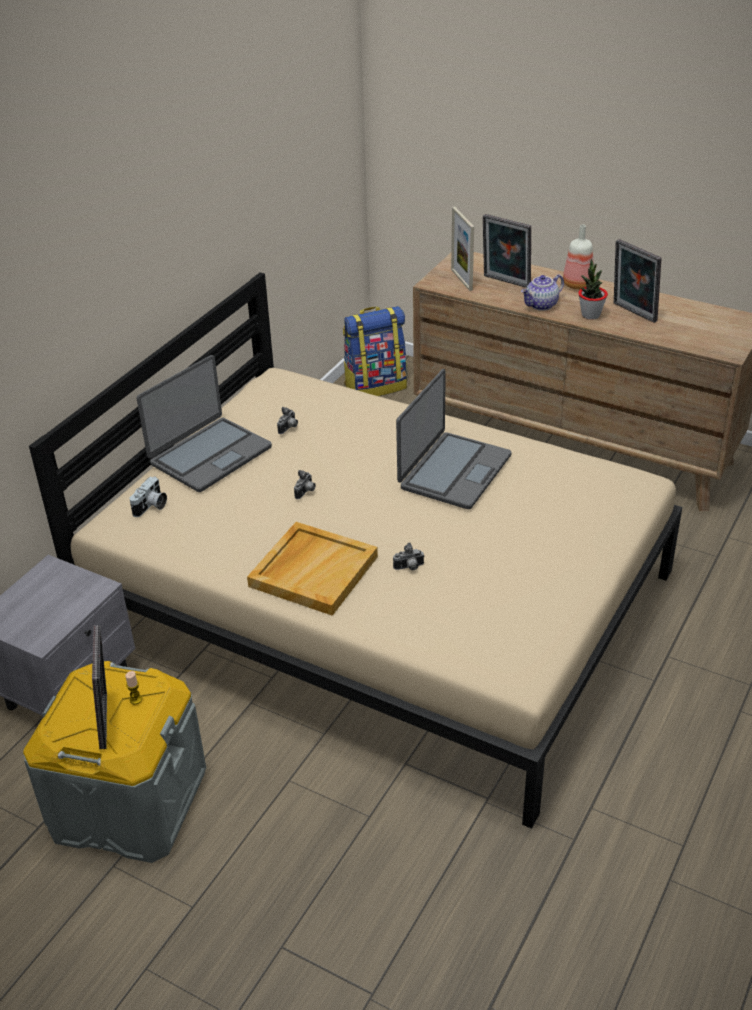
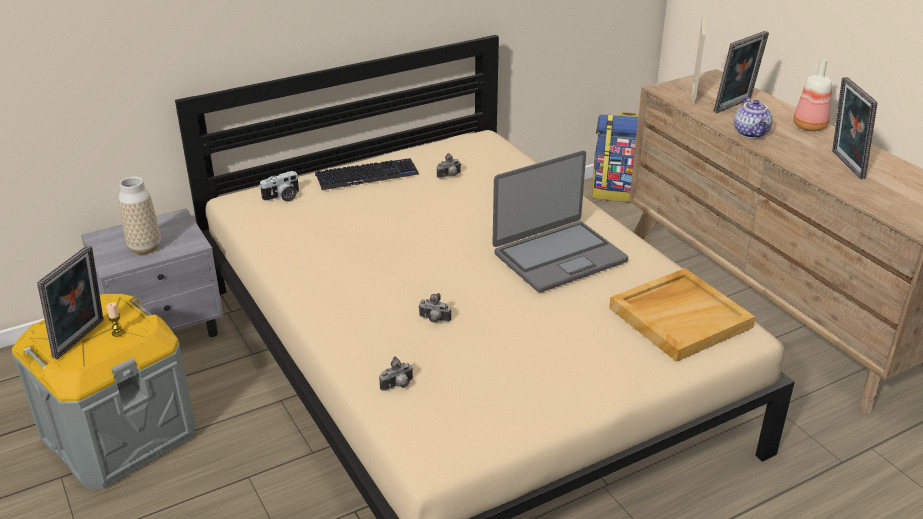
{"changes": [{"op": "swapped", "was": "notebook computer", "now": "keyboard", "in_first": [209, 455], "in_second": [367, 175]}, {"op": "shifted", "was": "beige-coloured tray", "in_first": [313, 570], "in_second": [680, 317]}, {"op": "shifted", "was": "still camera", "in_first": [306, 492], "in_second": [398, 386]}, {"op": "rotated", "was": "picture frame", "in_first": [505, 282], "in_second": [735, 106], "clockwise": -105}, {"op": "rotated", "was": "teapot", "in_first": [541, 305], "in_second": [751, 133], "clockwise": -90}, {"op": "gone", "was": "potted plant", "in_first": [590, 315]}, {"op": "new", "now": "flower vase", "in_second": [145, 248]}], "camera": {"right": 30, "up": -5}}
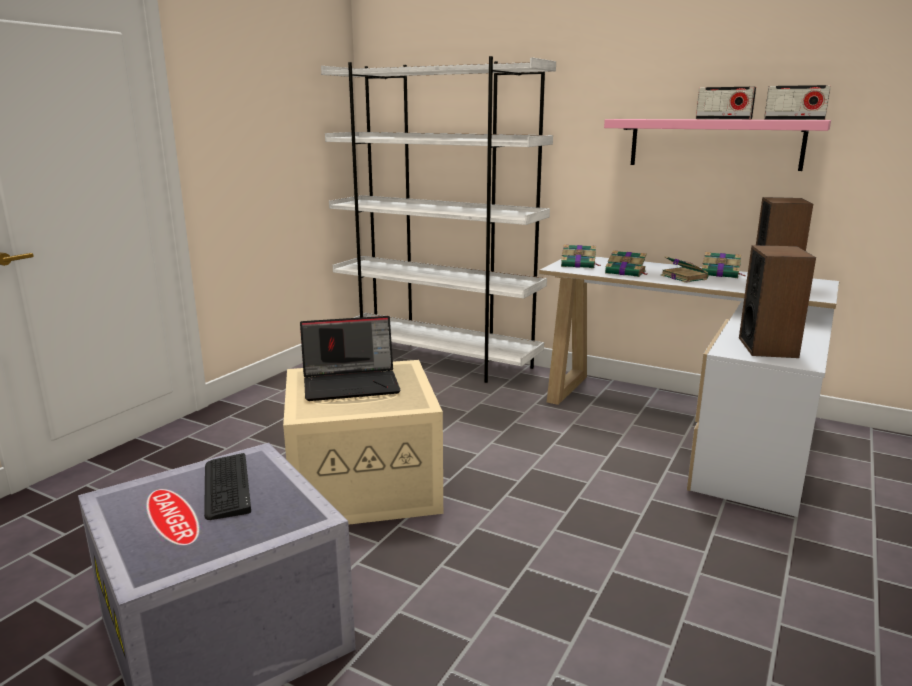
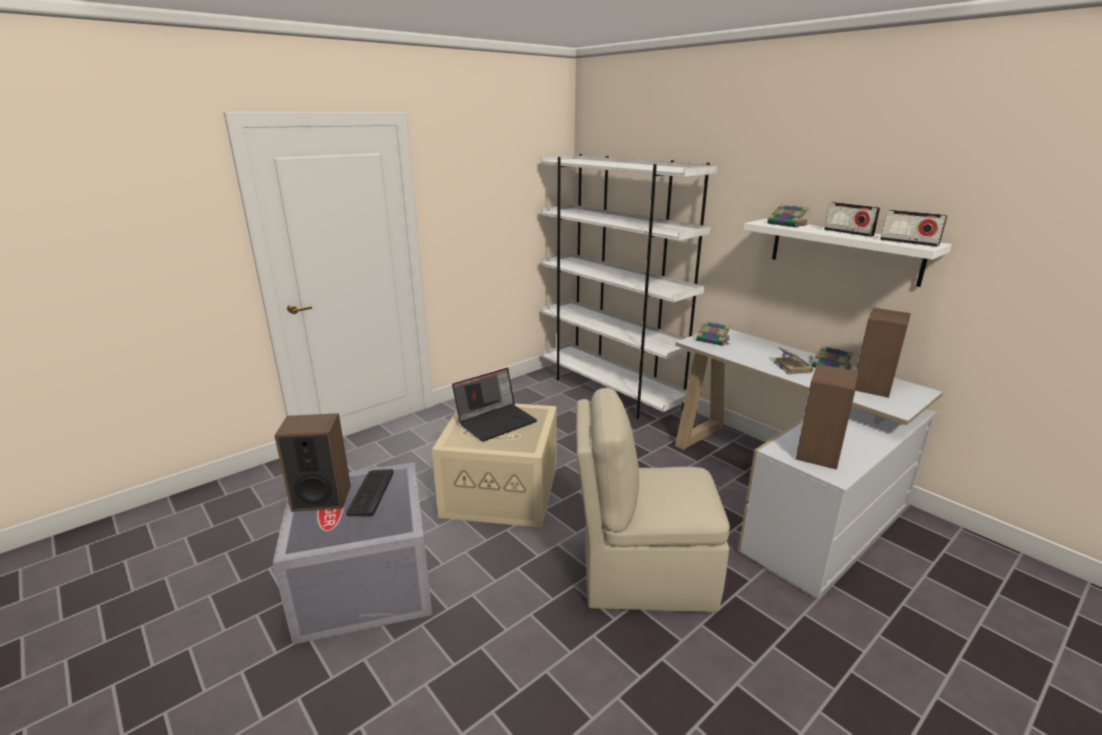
{"changes": [{"op": "rotated", "was": "notebook computer", "in_first": [352, 384], "in_second": [496, 421], "clockwise": -45}, {"op": "repainted", "was": "pink wall shelf", "now": "white-coloured wall shelf", "in_first": [714, 143], "in_second": [844, 251]}, {"op": "shifted", "was": "volume", "in_first": [626, 272], "in_second": [787, 224]}, {"op": "new", "now": "speaker", "in_second": [321, 498]}, {"op": "new", "now": "beige-coloured plain chair", "in_second": [643, 574]}], "camera": {"right": 20, "up": 5}}
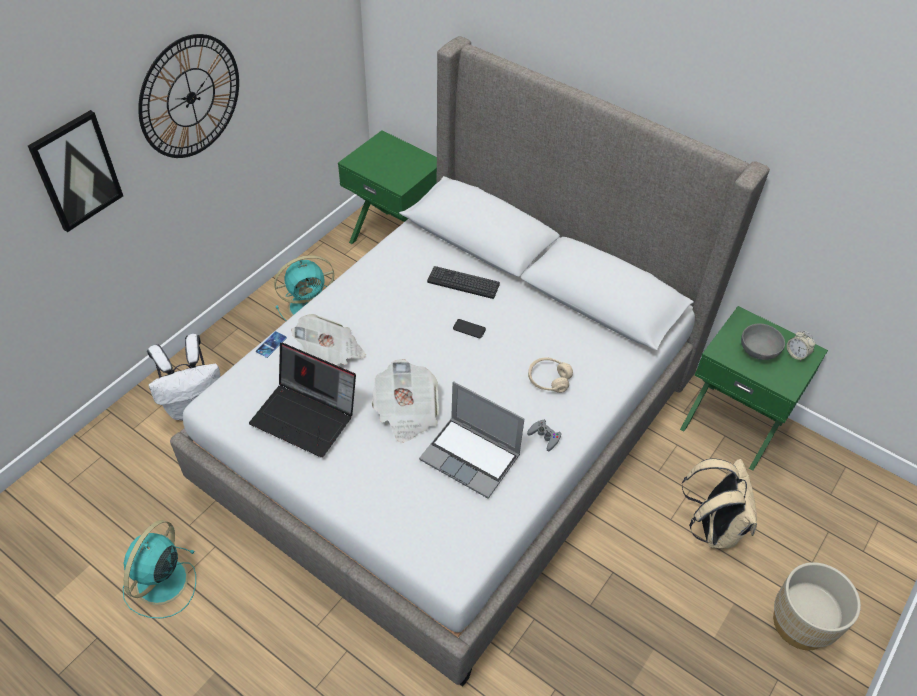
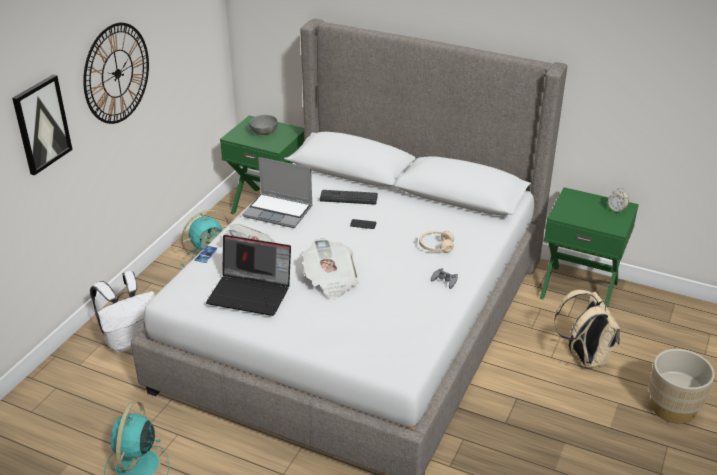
{"changes": [{"op": "shifted", "was": "notebook computer", "in_first": [471, 457], "in_second": [279, 211]}, {"op": "shifted", "was": "gray serving bowl", "in_first": [758, 352], "in_second": [264, 133]}], "camera": {"right": -10, "up": -15}}
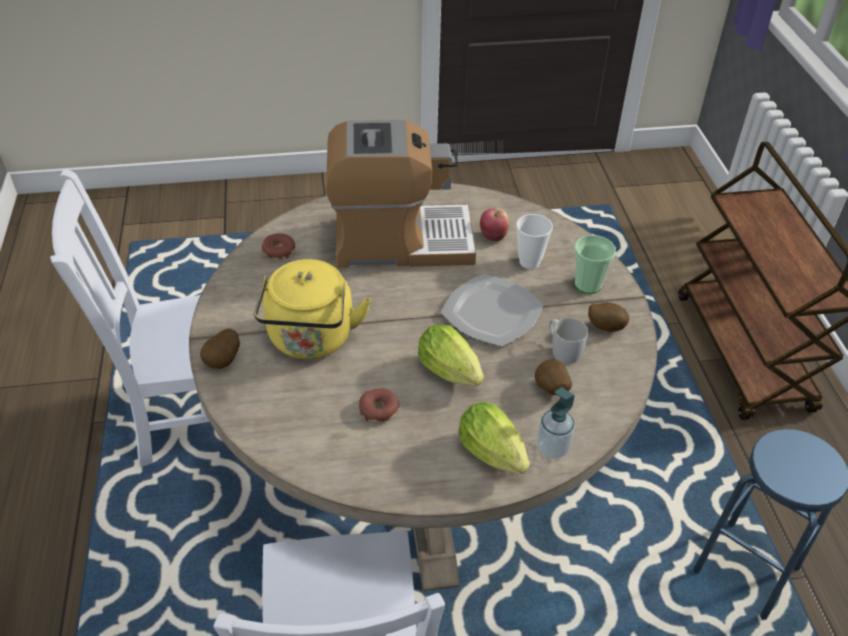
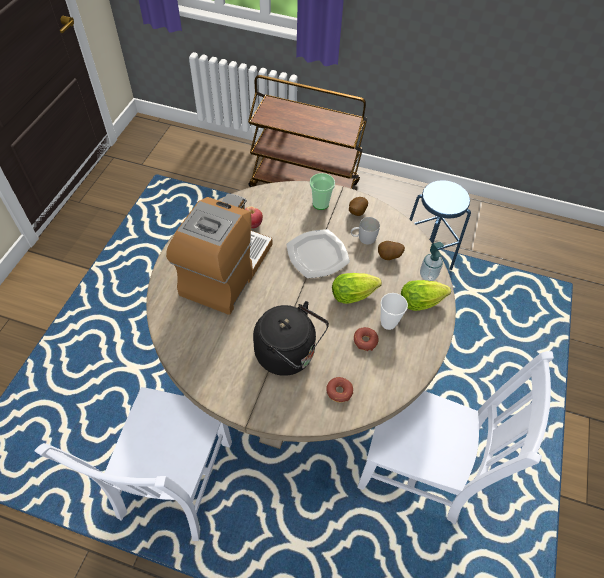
{"changes": [{"op": "gone", "was": "potato", "in_first": [224, 361]}, {"op": "repainted", "was": "yellow water kettle", "now": "blackish water kettle", "in_first": [311, 340], "in_second": [289, 354]}, {"op": "shifted", "was": "donut", "in_first": [279, 250], "in_second": [339, 391]}, {"op": "shifted", "was": "cup", "in_first": [529, 262], "in_second": [388, 323]}], "camera": {"right": -65, "up": 10}}
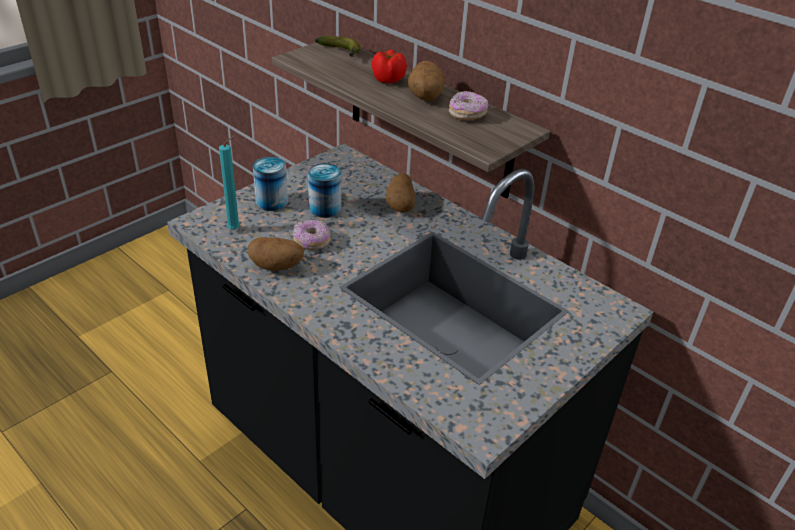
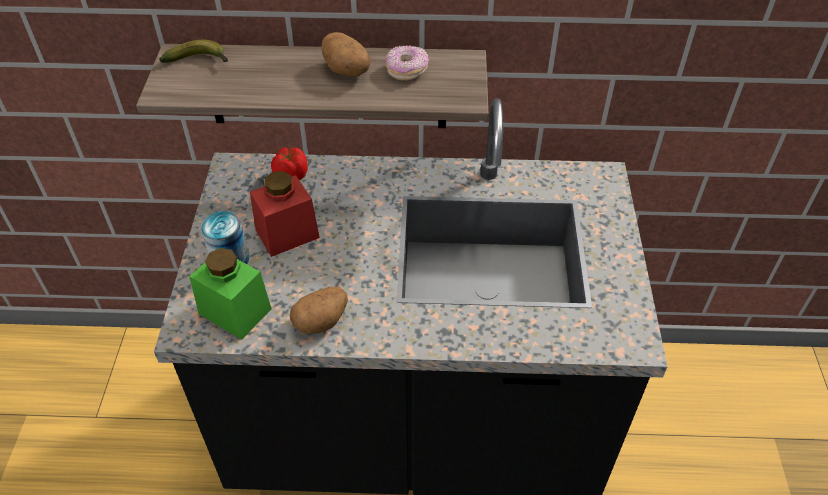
{"changes": [{"op": "swapped", "was": "blue-green candle", "now": "green-coloured jar", "in_first": [236, 229], "in_second": [235, 311]}, {"op": "gone", "was": "donut", "in_first": [311, 242]}, {"op": "swapped", "was": "metal can", "now": "reddish jar", "in_first": [325, 208], "in_second": [287, 233]}, {"op": "shifted", "was": "tomato", "in_first": [387, 79], "in_second": [290, 175]}, {"op": "gone", "was": "potato", "in_first": [400, 204]}], "camera": {"right": -40, "up": 10}}
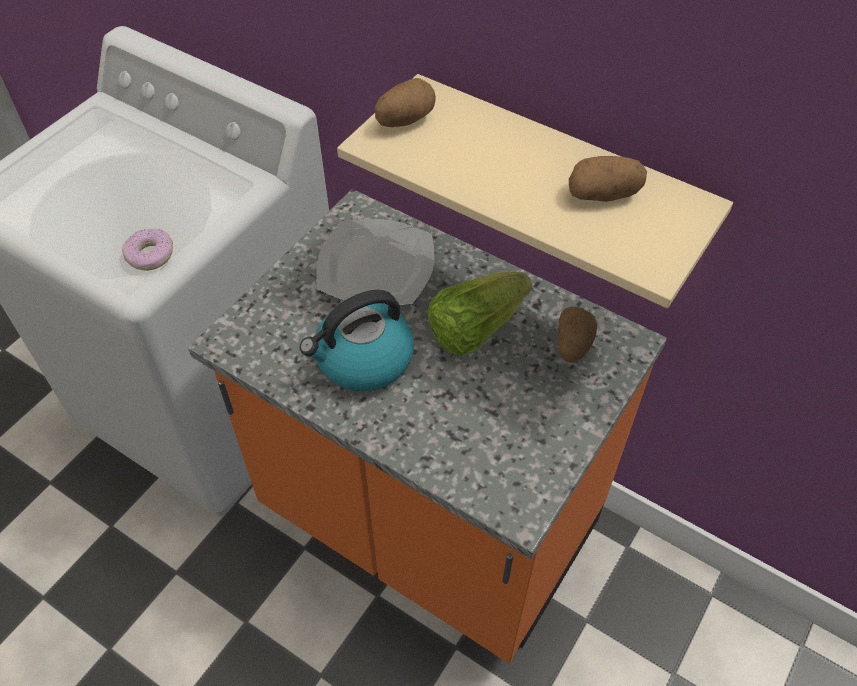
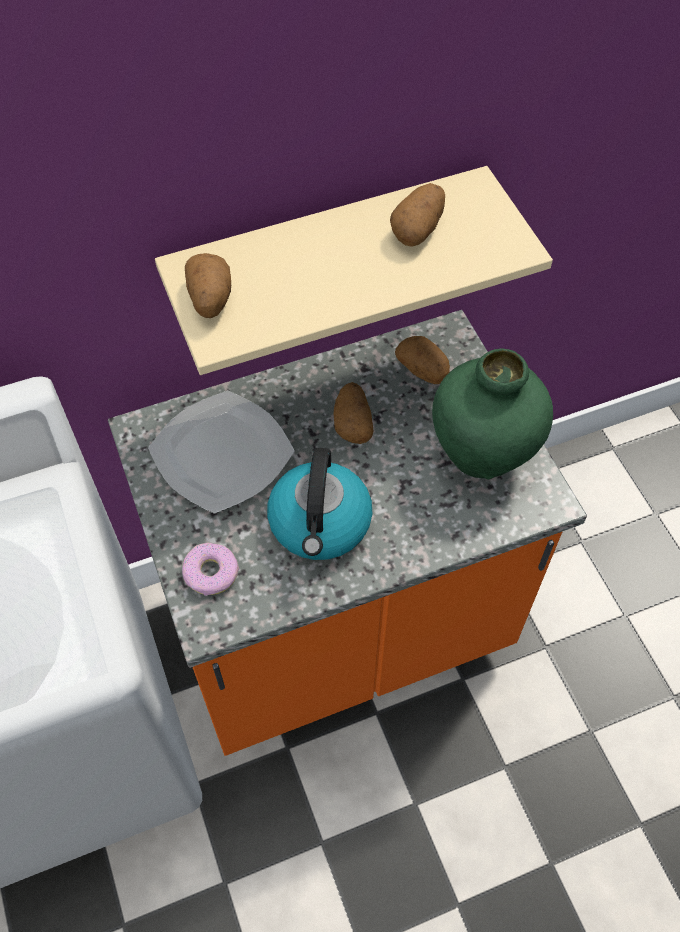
{"changes": [{"op": "shifted", "was": "donut", "in_first": [150, 255], "in_second": [211, 573]}, {"op": "swapped", "was": "lettuce", "now": "potato", "in_first": [475, 328], "in_second": [353, 423]}, {"op": "new", "now": "green-coloured flower vase", "in_second": [482, 455]}], "camera": {"right": -55, "up": 5}}
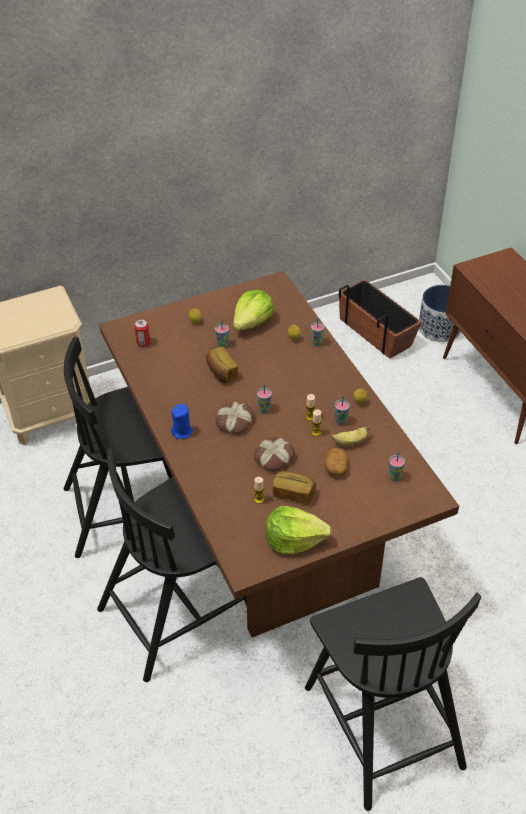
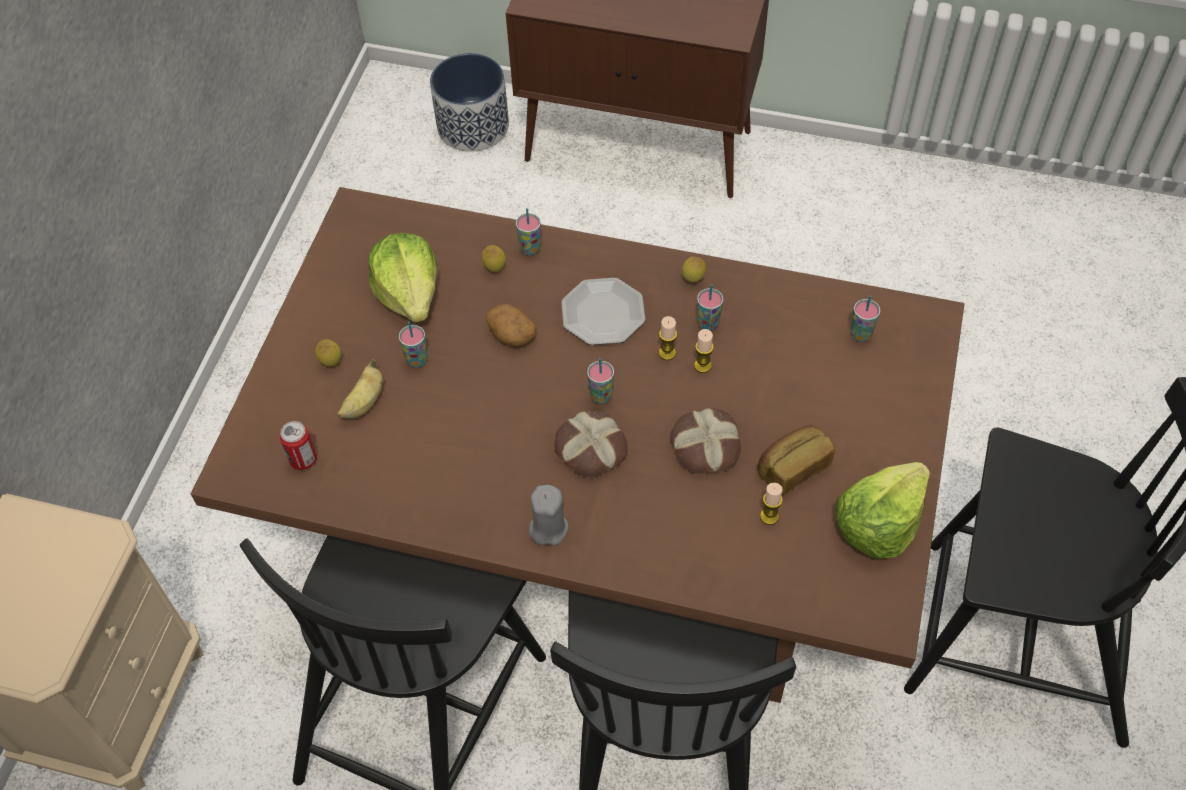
{"changes": [{"op": "repainted", "was": "bluish candle", "now": "gray candle", "in_first": [182, 431], "in_second": [548, 528]}, {"op": "gone", "was": "bread", "in_first": [221, 372]}, {"op": "shifted", "was": "potato", "in_first": [335, 467], "in_second": [511, 334]}, {"op": "shifted", "was": "banana fruit", "in_first": [350, 442], "in_second": [364, 403]}, {"op": "gone", "was": "planter", "in_first": [376, 332]}, {"op": "new", "now": "plate", "in_second": [604, 313]}], "camera": {"right": -50, "up": 10}}
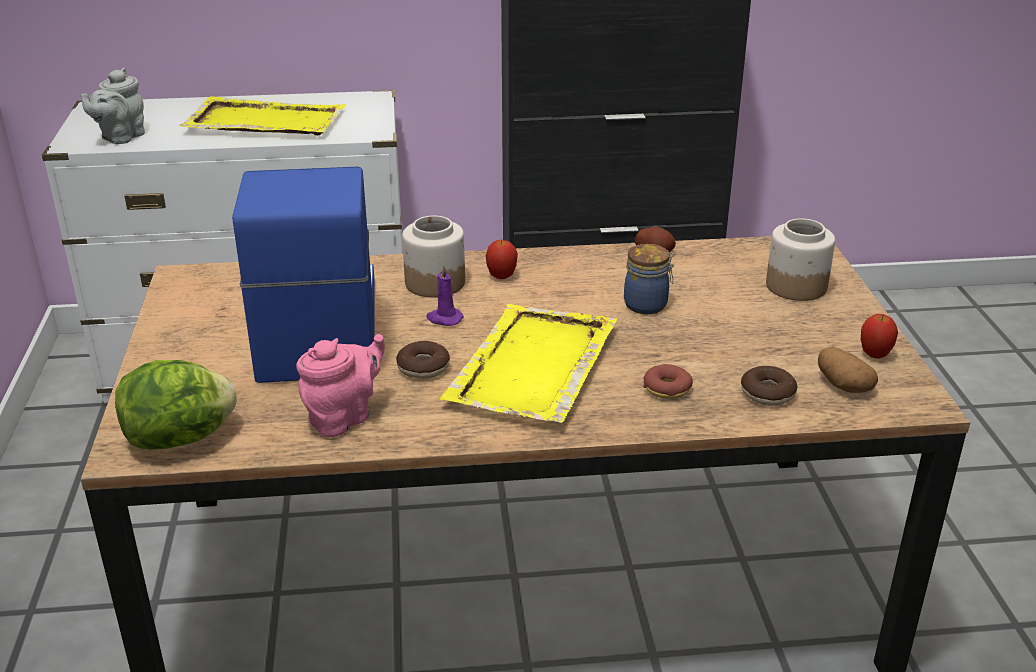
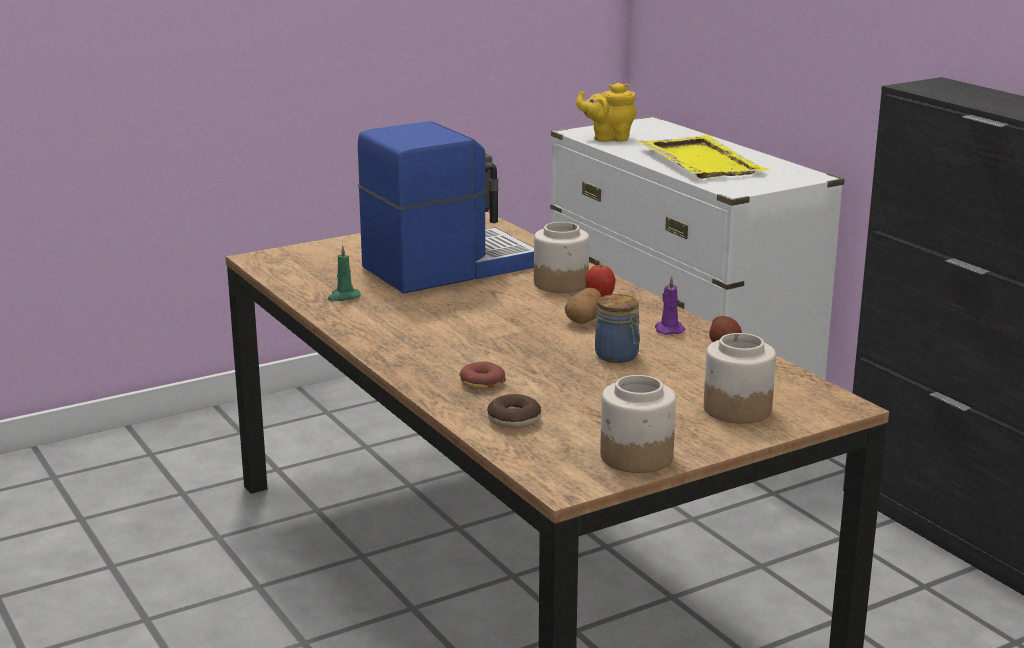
{"changes": [{"op": "repainted", "was": "gray teapot", "now": "yellow teapot", "in_first": [120, 137], "in_second": [608, 138]}, {"op": "gone", "was": "lettuce", "in_first": [181, 439]}, {"op": "swapped", "was": "pink teapot", "now": "green-coloured candle", "in_first": [344, 417], "in_second": [343, 297]}, {"op": "gone", "was": "donut", "in_first": [423, 367]}, {"op": "shifted", "was": "purple candle", "in_first": [444, 319], "in_second": [668, 329]}, {"op": "gone", "was": "yellow tray", "in_first": [531, 368]}, {"op": "shifted", "was": "potato", "in_first": [842, 385], "in_second": [584, 320]}, {"op": "swapped", "was": "whole apple", "now": "jar", "in_first": [874, 355], "in_second": [636, 457]}], "camera": {"right": 65, "up": -10}}
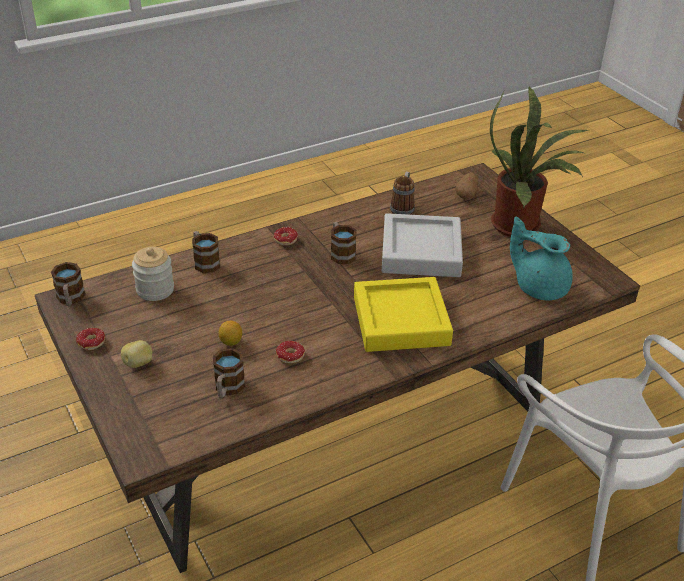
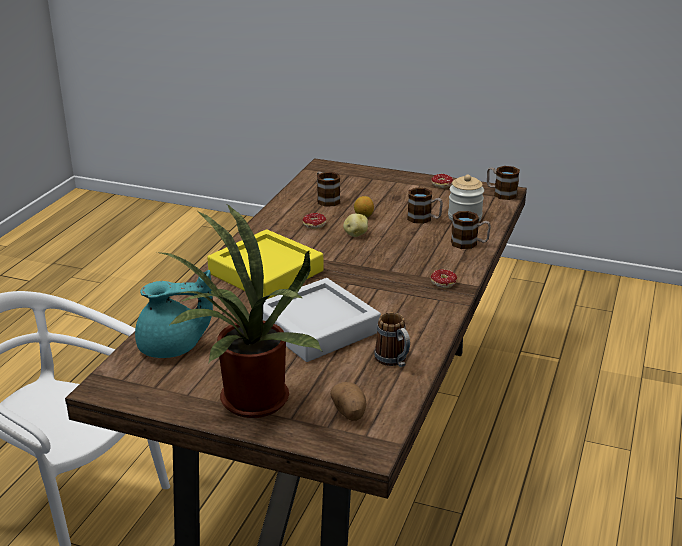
{"changes": [{"op": "shifted", "was": "potato", "in_first": [138, 363], "in_second": [355, 234]}, {"op": "shifted", "was": "coffee mug", "in_first": [341, 253], "in_second": [424, 219]}], "camera": {"right": 140, "up": -10}}
